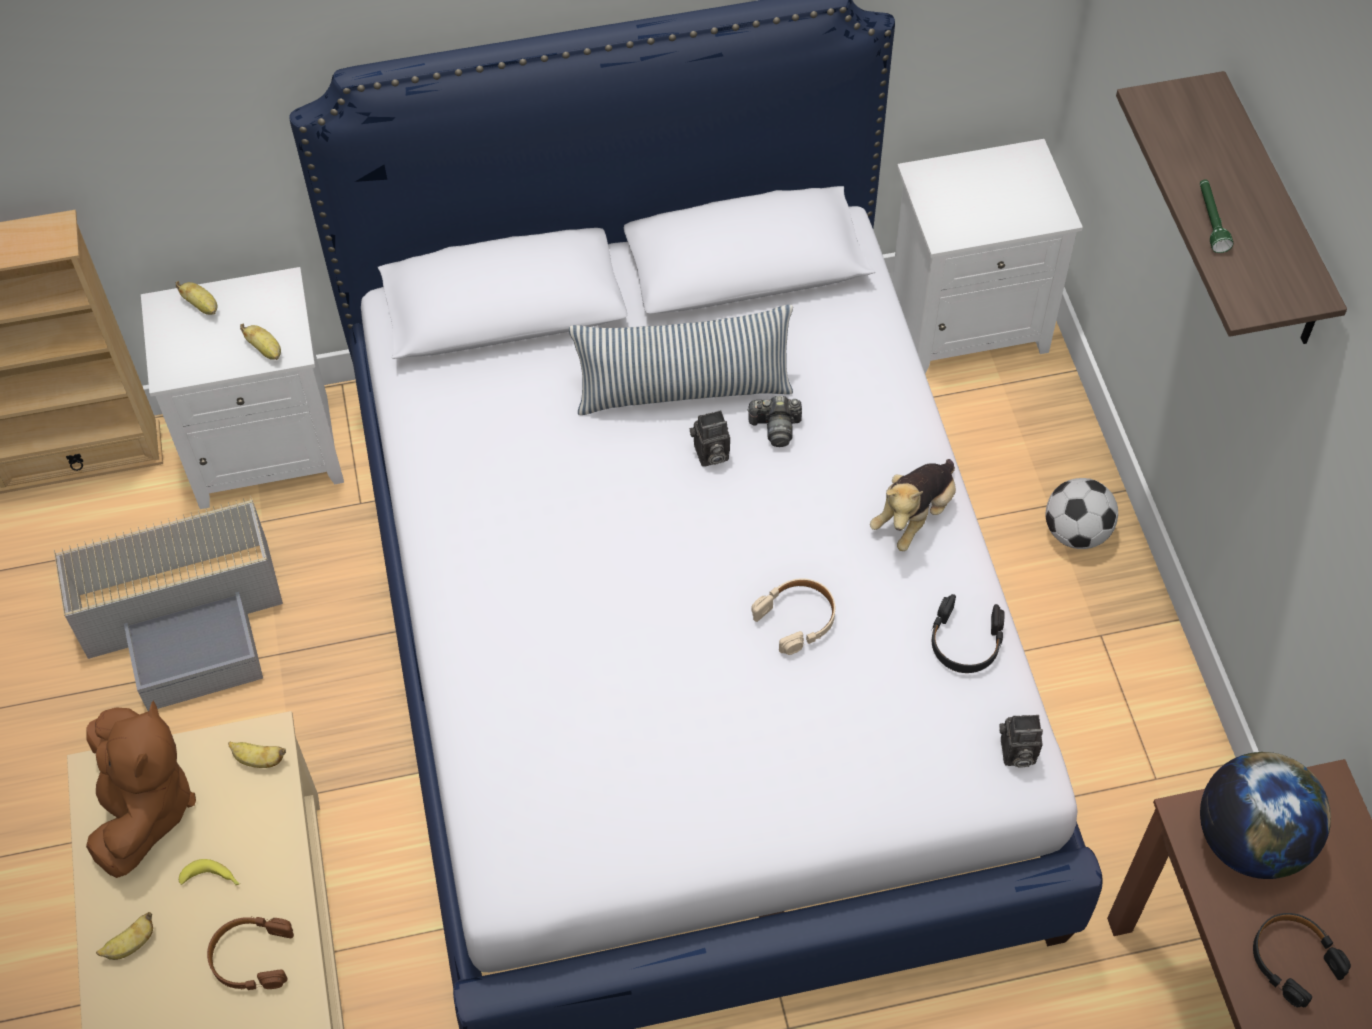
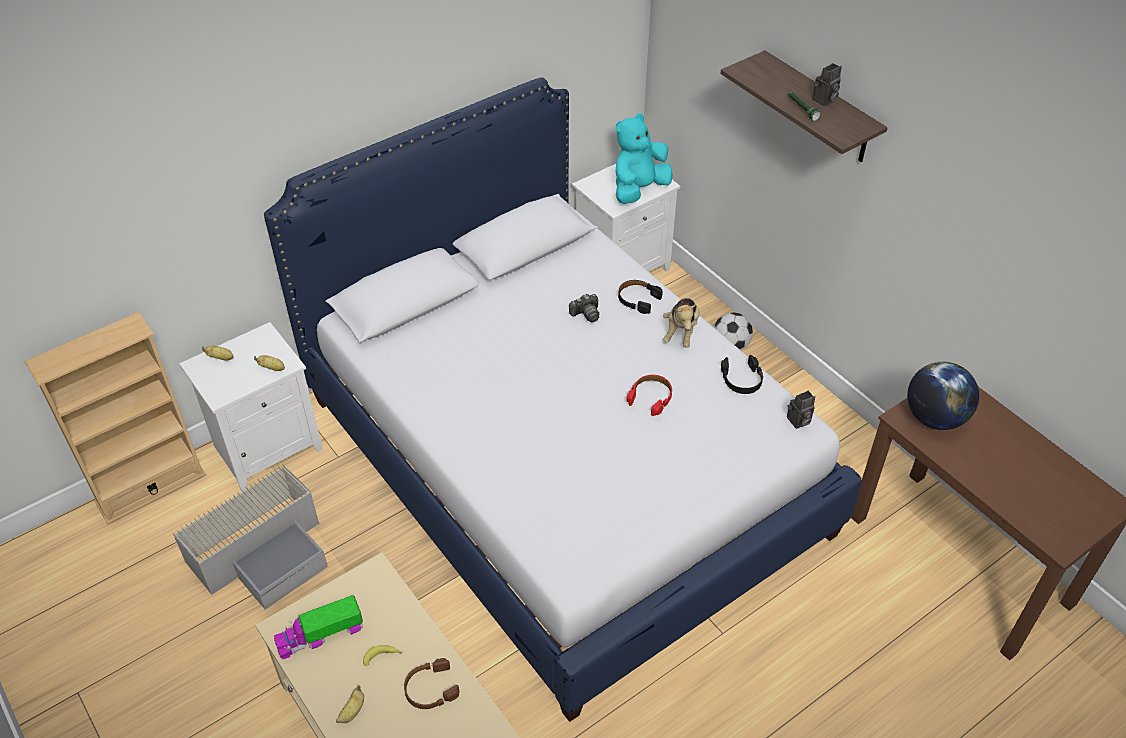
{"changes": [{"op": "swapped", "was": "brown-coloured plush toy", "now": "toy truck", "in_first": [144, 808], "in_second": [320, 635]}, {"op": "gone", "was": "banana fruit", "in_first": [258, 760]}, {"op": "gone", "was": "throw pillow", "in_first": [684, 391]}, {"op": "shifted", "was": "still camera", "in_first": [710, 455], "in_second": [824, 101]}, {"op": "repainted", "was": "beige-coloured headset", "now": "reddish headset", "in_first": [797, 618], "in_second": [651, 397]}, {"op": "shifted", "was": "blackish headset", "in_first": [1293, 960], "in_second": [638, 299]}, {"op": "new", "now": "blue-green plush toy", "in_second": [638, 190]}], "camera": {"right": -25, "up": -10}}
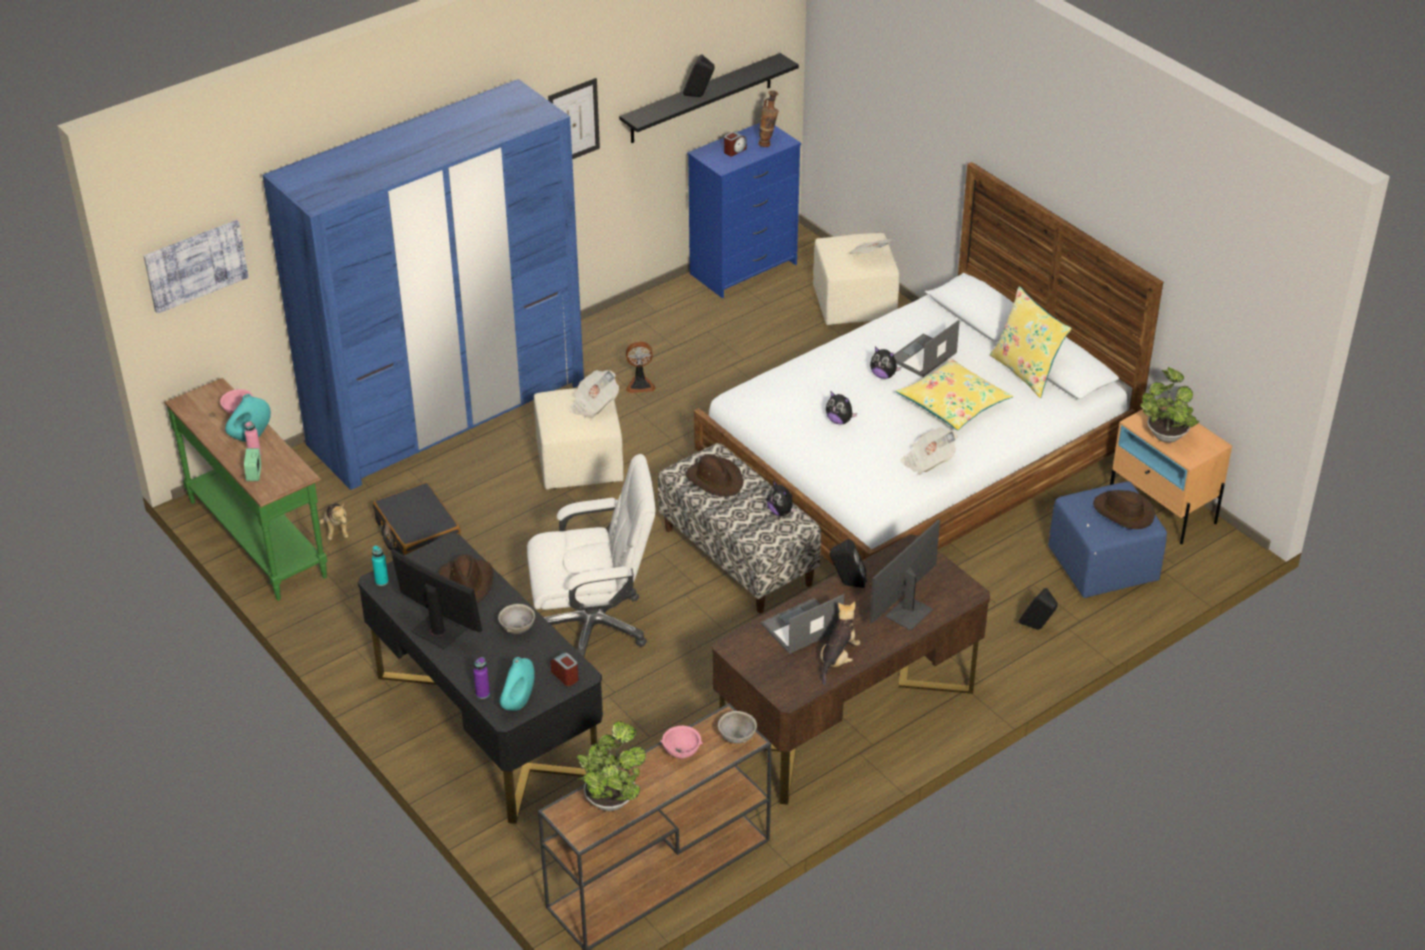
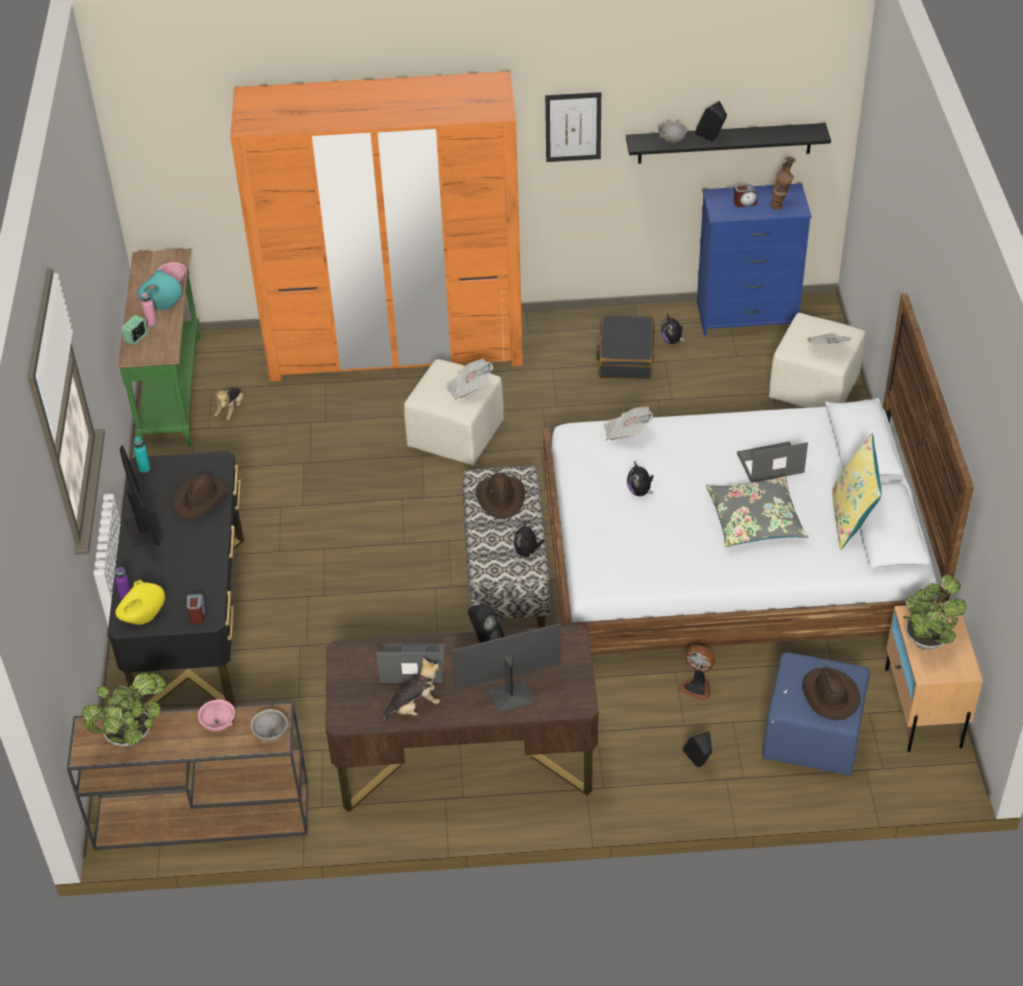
{"changes": [{"op": "gone", "was": "wall art", "in_first": [195, 265]}, {"op": "repainted", "was": "bluish clothes cupboard", "now": "orange clothes cupboard", "in_first": [448, 413], "in_second": [396, 347]}, {"op": "shifted", "was": "blackish piece of luggage", "in_first": [418, 535], "in_second": [625, 356]}, {"op": "shifted", "was": "gray serving bowl", "in_first": [517, 629], "in_second": [671, 140]}, {"op": "repainted", "was": "blue-green flower vase", "now": "yellow flower vase", "in_first": [518, 702], "in_second": [144, 618]}, {"op": "gone", "was": "white-coloured desk chair", "in_first": [593, 625]}, {"op": "shifted", "was": "fan", "in_first": [640, 384], "in_second": [697, 686]}, {"op": "shifted", "was": "plush toy", "in_first": [883, 375], "in_second": [672, 340]}, {"op": "repainted", "was": "yellow throw pillow", "now": "gray throw pillow", "in_first": [953, 404], "in_second": [755, 520]}, {"op": "shifted", "was": "newspaper", "in_first": [928, 462], "in_second": [626, 433]}], "camera": {"right": 35, "up": 5}}
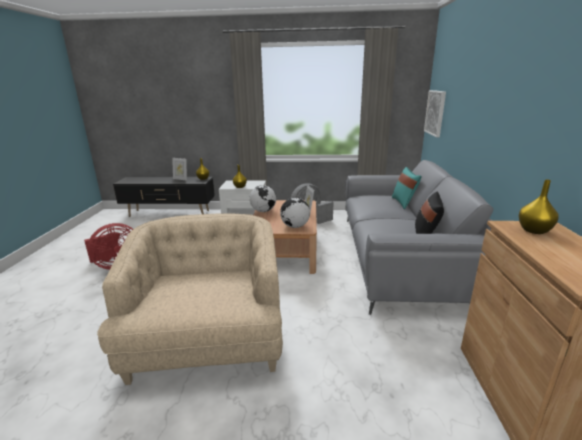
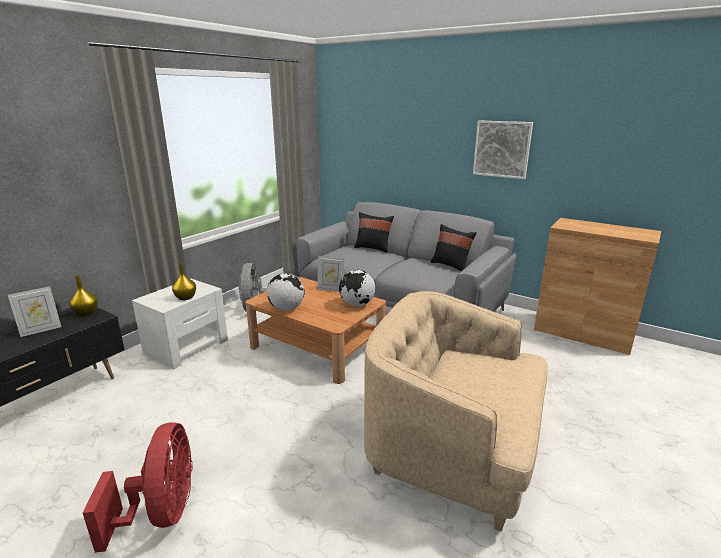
{"changes": [{"op": "repainted", "was": "blue-green throw pillow", "now": "blackish throw pillow", "in_first": [404, 203], "in_second": [373, 248]}, {"op": "shifted", "was": "wall art", "in_first": [435, 113], "in_second": [502, 149]}, {"op": "gone", "was": "yellow flower vase", "in_first": [535, 231]}], "camera": {"right": -60, "up": 0}}
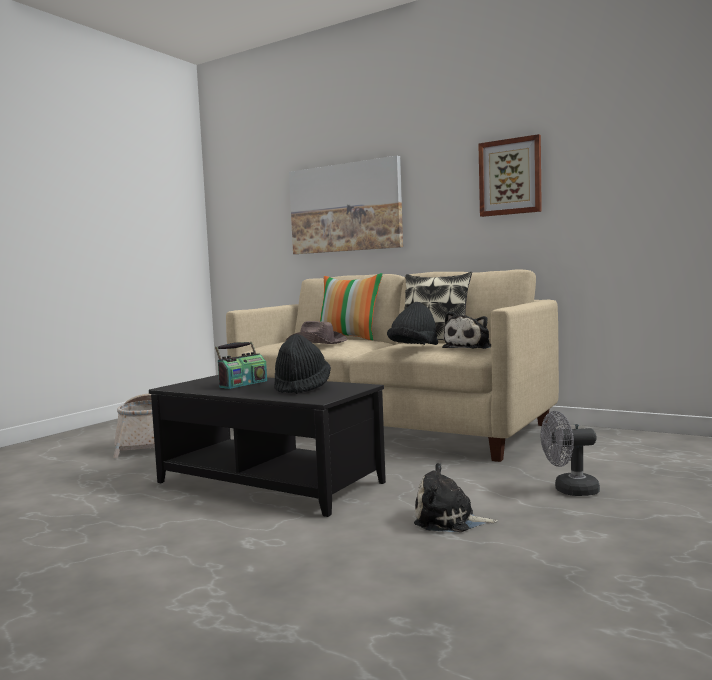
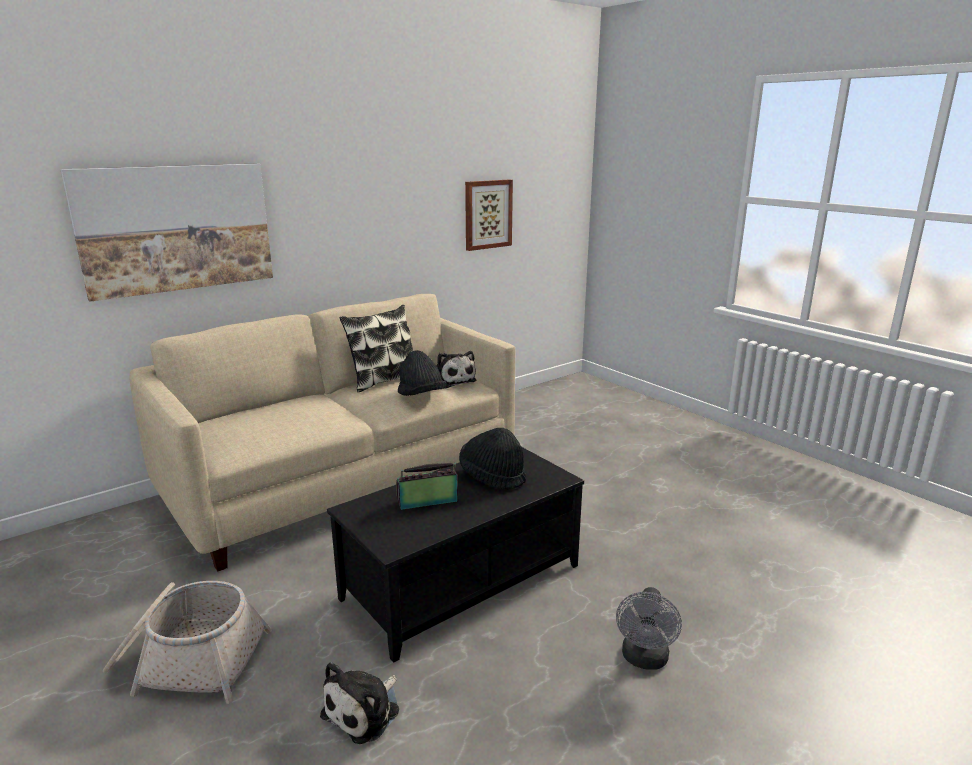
{"changes": [{"op": "rotated", "was": "radio", "in_first": [242, 384], "in_second": [427, 502], "clockwise": -75}, {"op": "gone", "was": "brown-coloured hat", "in_first": [317, 343]}, {"op": "gone", "was": "throw pillow", "in_first": [348, 338]}, {"op": "shifted", "was": "plush toy", "in_first": [449, 521], "in_second": [364, 711]}, {"op": "shifted", "was": "wall art", "in_first": [510, 177], "in_second": [487, 214]}, {"op": "shifted", "was": "gray fan", "in_first": [569, 490], "in_second": [644, 660]}], "camera": {"right": -70, "up": 15}}
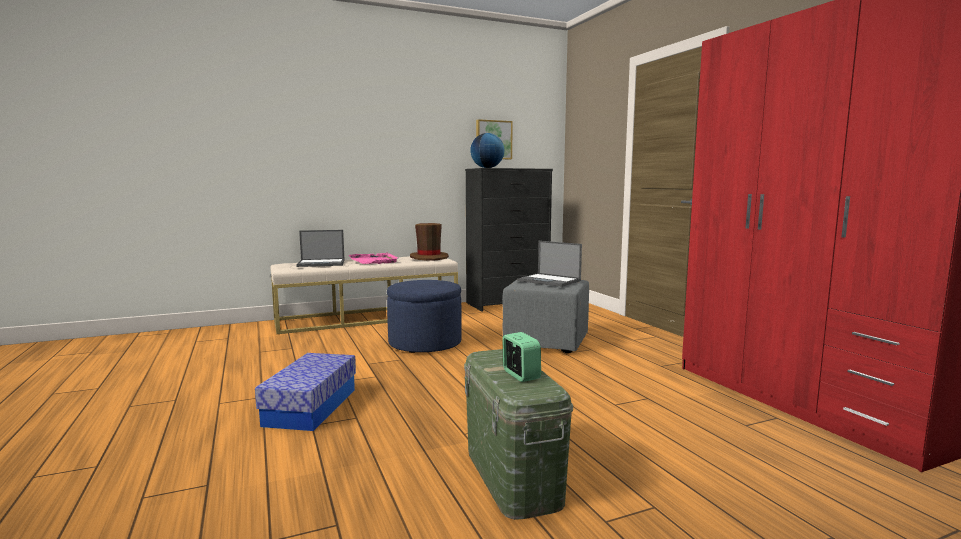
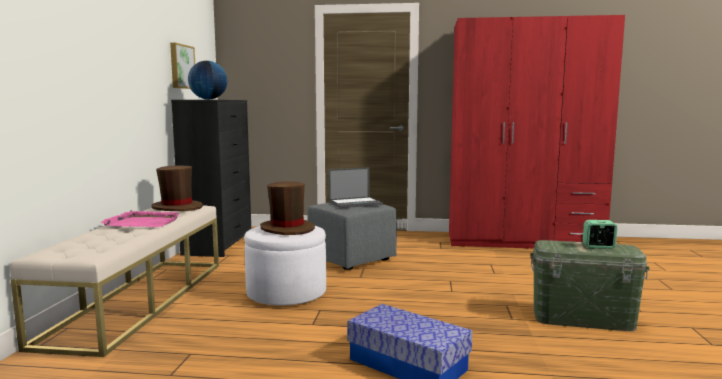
{"changes": [{"op": "gone", "was": "notebook computer", "in_first": [322, 263]}, {"op": "repainted", "was": "bluish pouffe", "now": "white-coloured pouffe", "in_first": [425, 343], "in_second": [286, 293]}, {"op": "new", "now": "brown-coloured hat", "in_second": [287, 229]}], "camera": {"right": -60, "up": 0}}
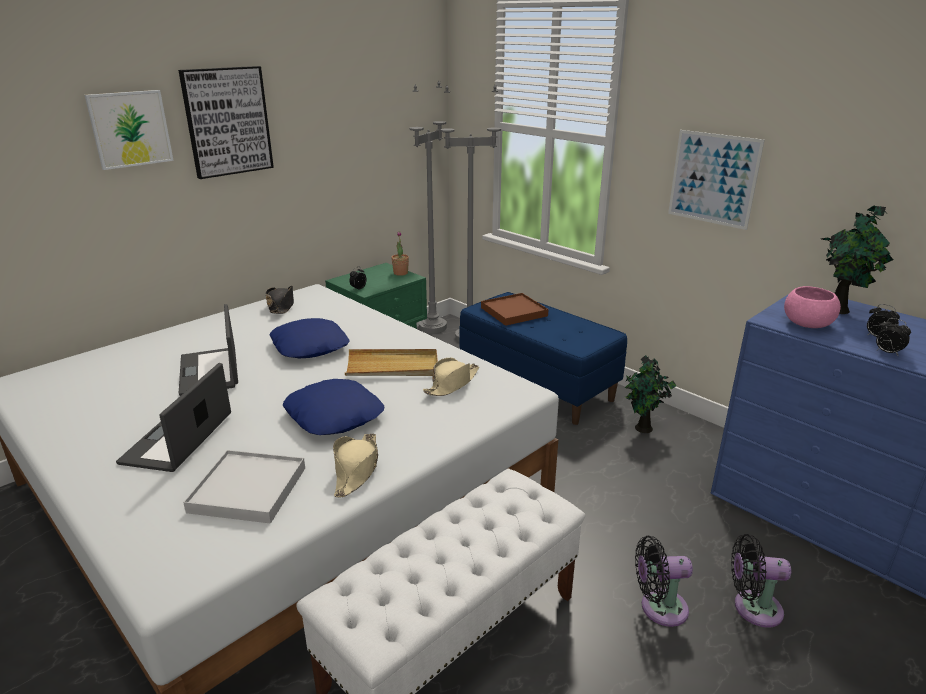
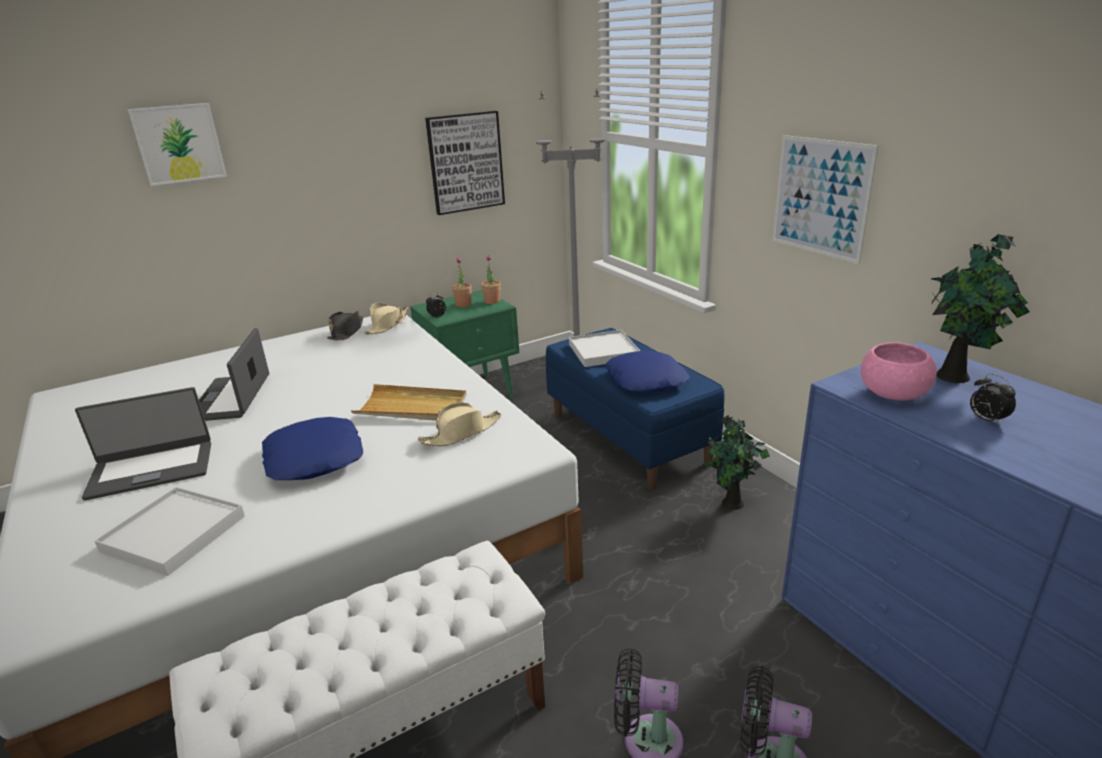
{"changes": [{"op": "rotated", "was": "notebook computer", "in_first": [179, 439], "in_second": [152, 469], "clockwise": -135}, {"op": "shifted", "was": "wall art", "in_first": [227, 121], "in_second": [465, 162]}, {"op": "shifted", "was": "bluish throw pillow", "in_first": [310, 346], "in_second": [646, 380]}, {"op": "shifted", "was": "beige-coloured hat", "in_first": [356, 470], "in_second": [387, 325]}, {"op": "gone", "was": "gray standing lamp", "in_first": [432, 327]}, {"op": "repainted", "was": "brown-coloured tray", "now": "white-coloured tray", "in_first": [513, 312], "in_second": [603, 351]}, {"op": "gone", "was": "bedside clock", "in_first": [887, 352]}, {"op": "new", "now": "potted plant", "in_second": [463, 304]}], "camera": {"right": 15, "up": 0}}
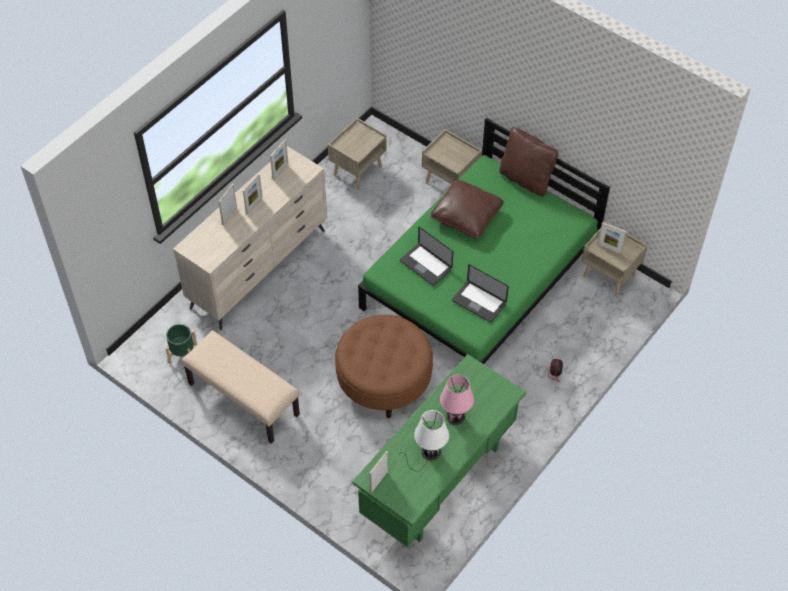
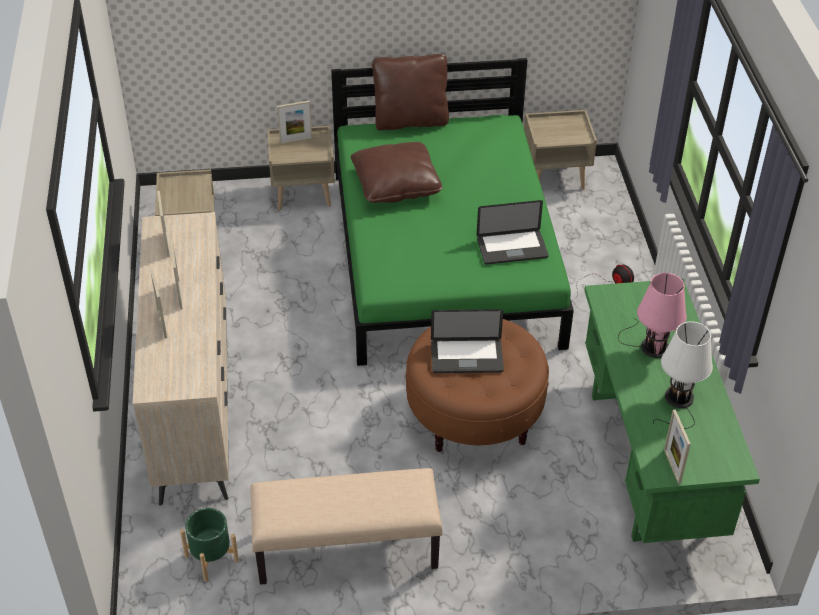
{"changes": [{"op": "shifted", "was": "notebook computer", "in_first": [425, 265], "in_second": [466, 357]}, {"op": "shifted", "was": "picture frame", "in_first": [609, 248], "in_second": [296, 140]}], "camera": {"right": -45, "up": -10}}
